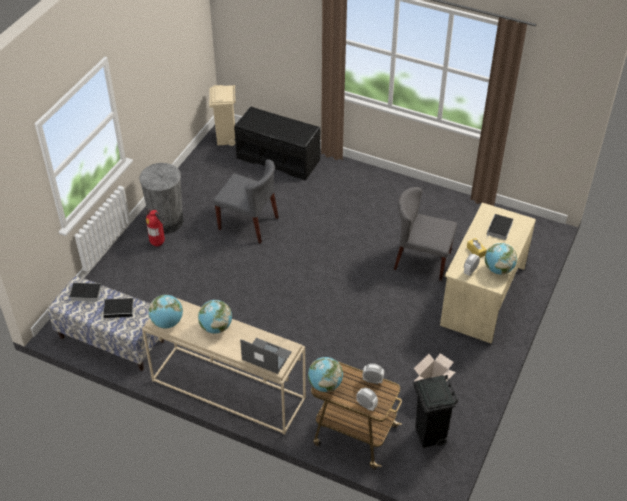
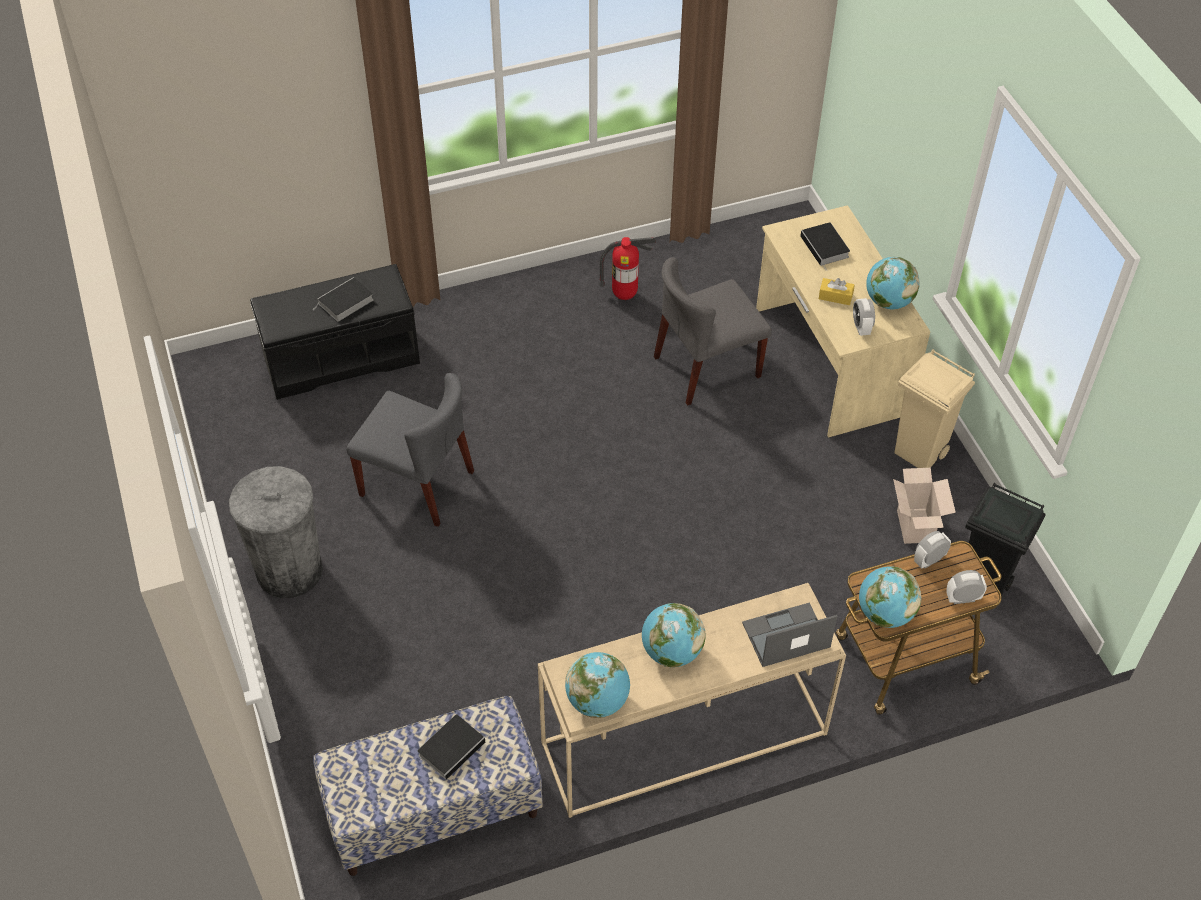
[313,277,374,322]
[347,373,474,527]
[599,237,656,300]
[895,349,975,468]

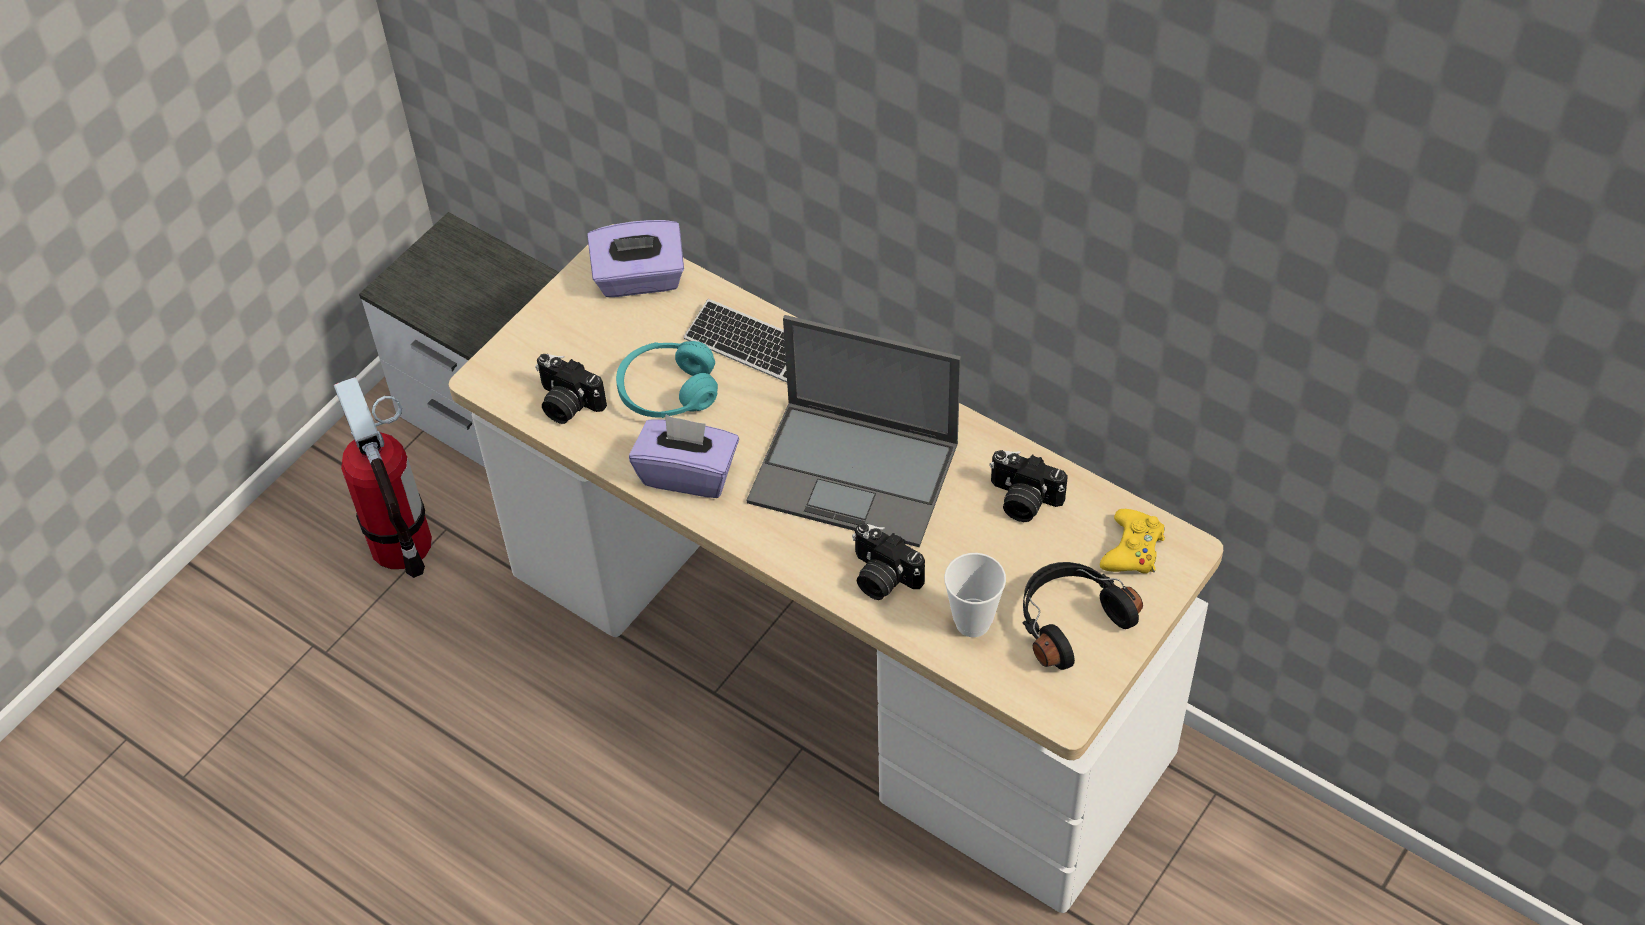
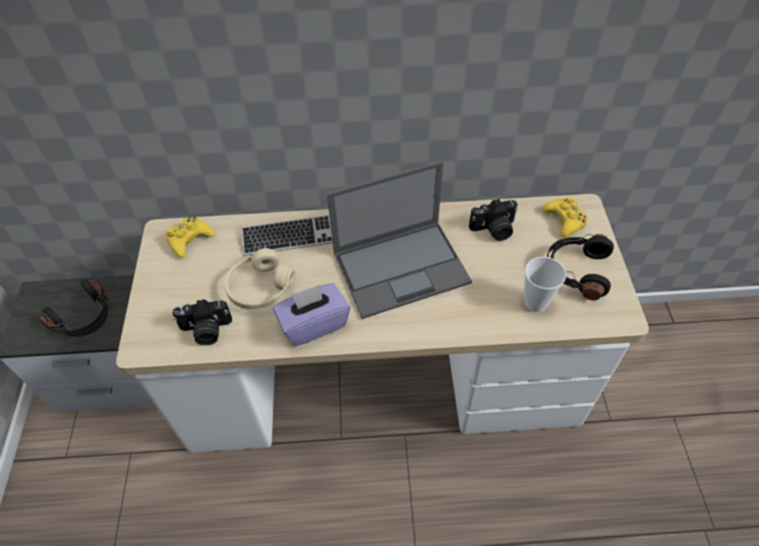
[39,280,108,337]
[166,217,215,258]
[224,248,295,309]
[334,377,432,578] (first image)
[852,523,925,600] (first image)

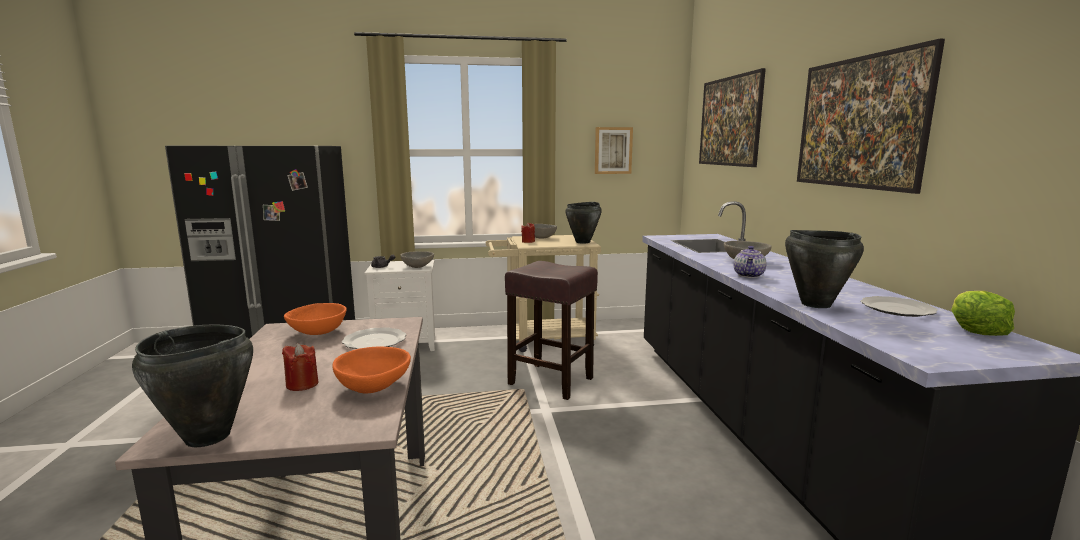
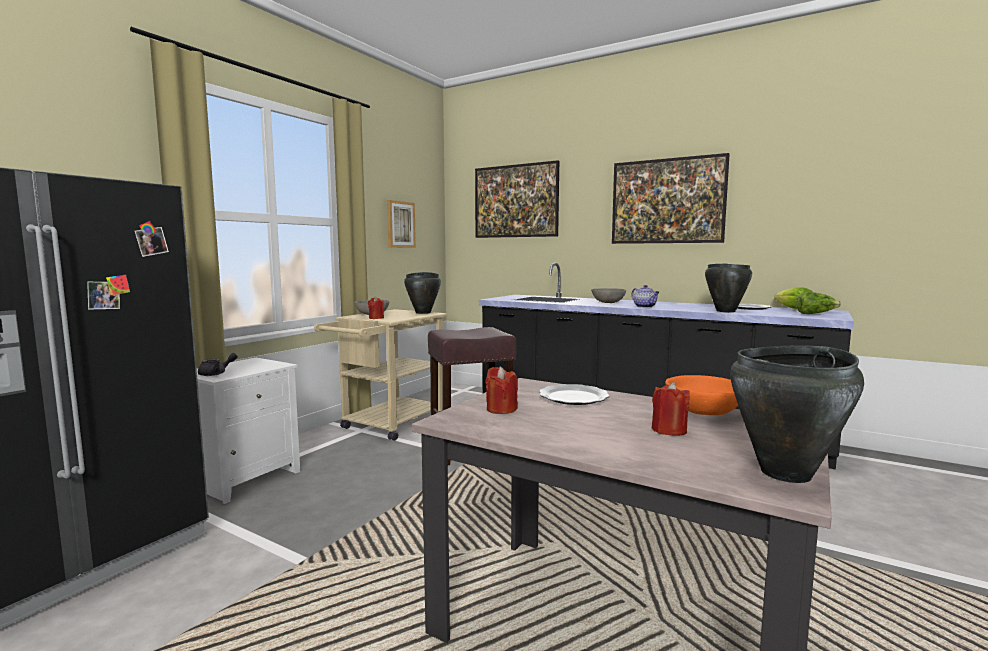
[485,367,518,414]
[796,292,841,314]
[400,251,434,268] (first image)

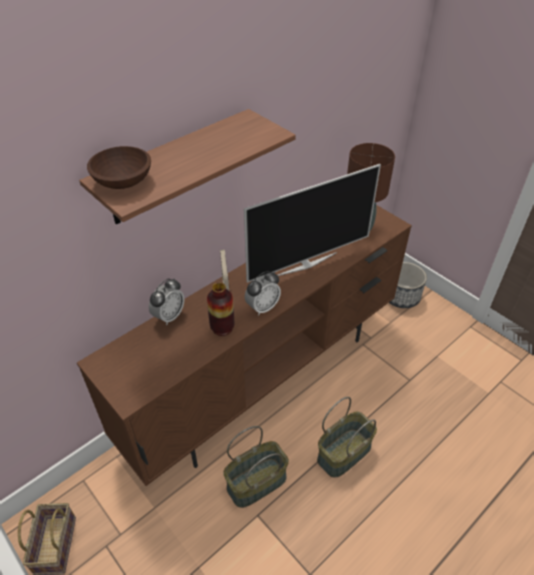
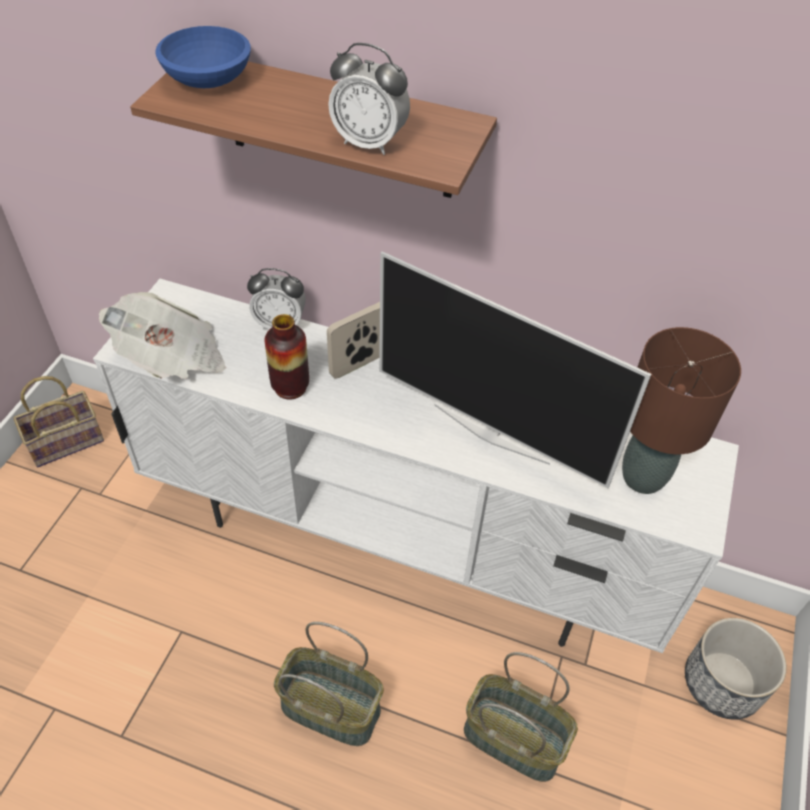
[93,279,739,653]
[99,292,226,379]
[155,26,251,88]
[328,43,410,155]
[464,652,578,782]

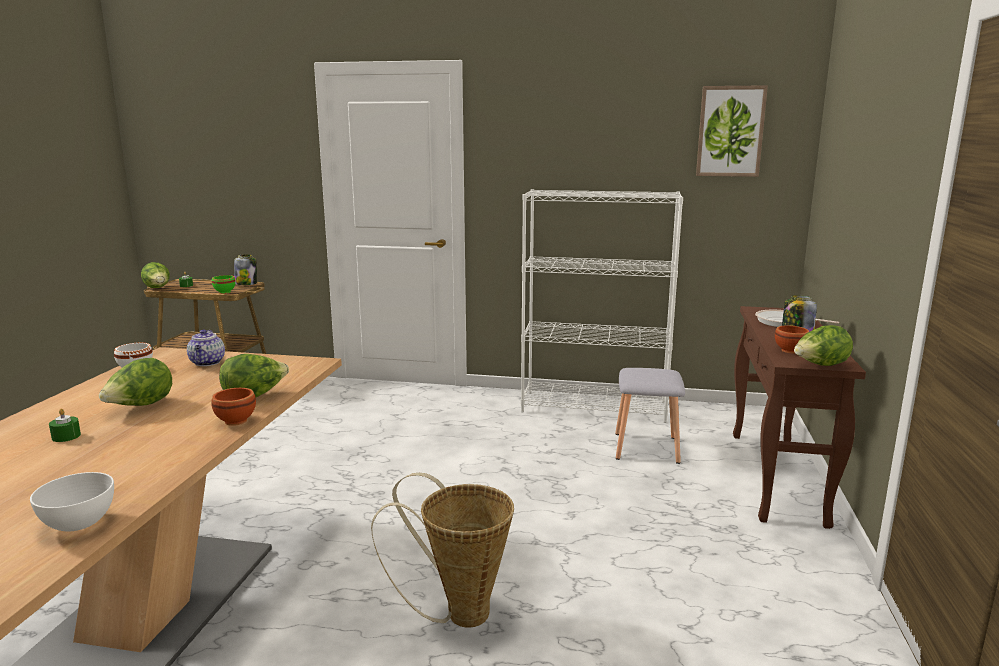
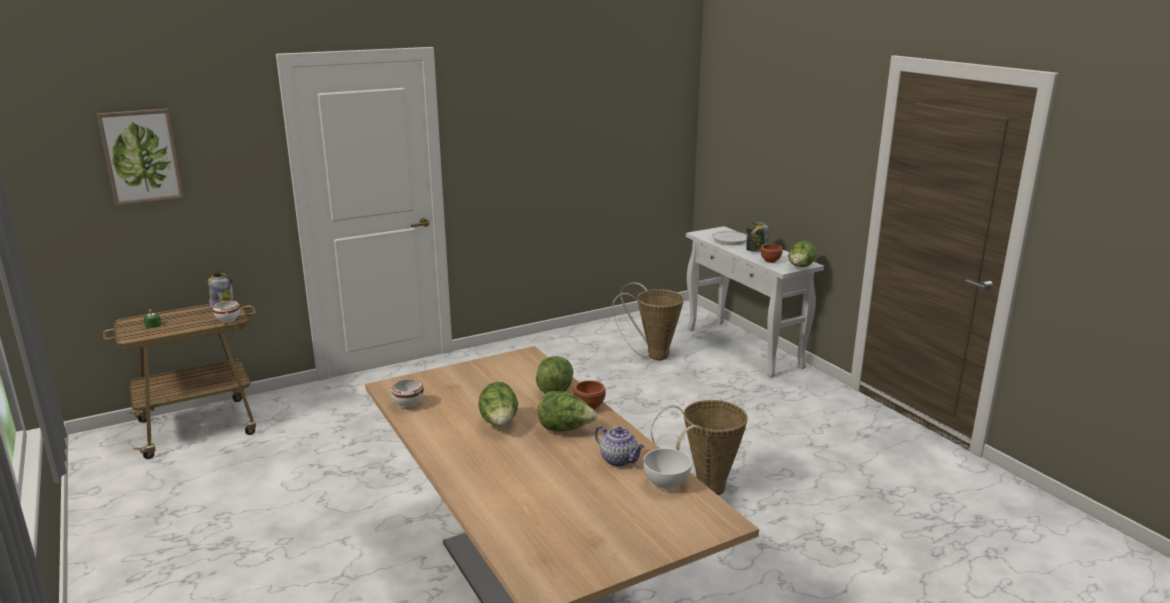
[97,109,184,205]
[213,301,240,323]
[538,391,597,432]
[595,425,645,467]
[612,282,684,360]
[686,226,824,378]
[49,409,81,442] (first image)
[521,189,683,423] (first image)

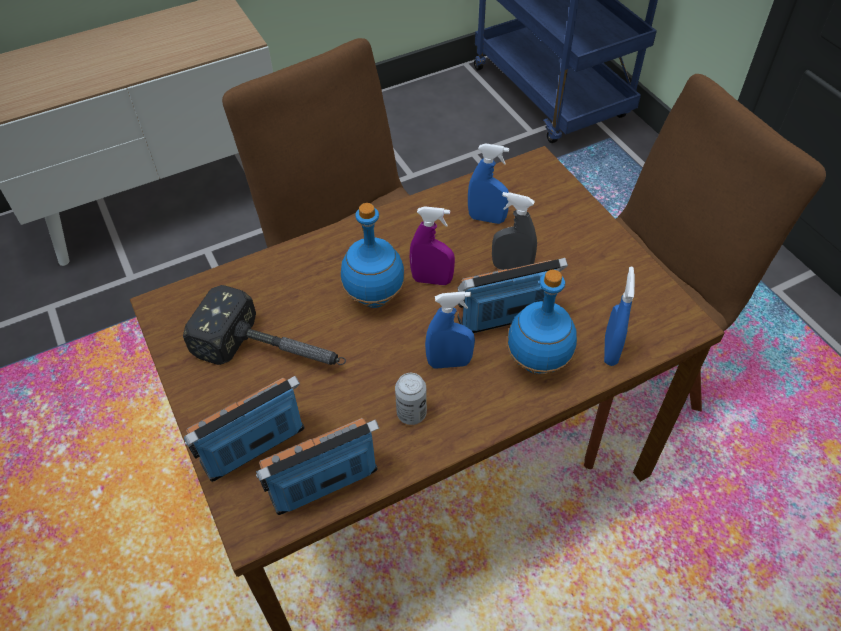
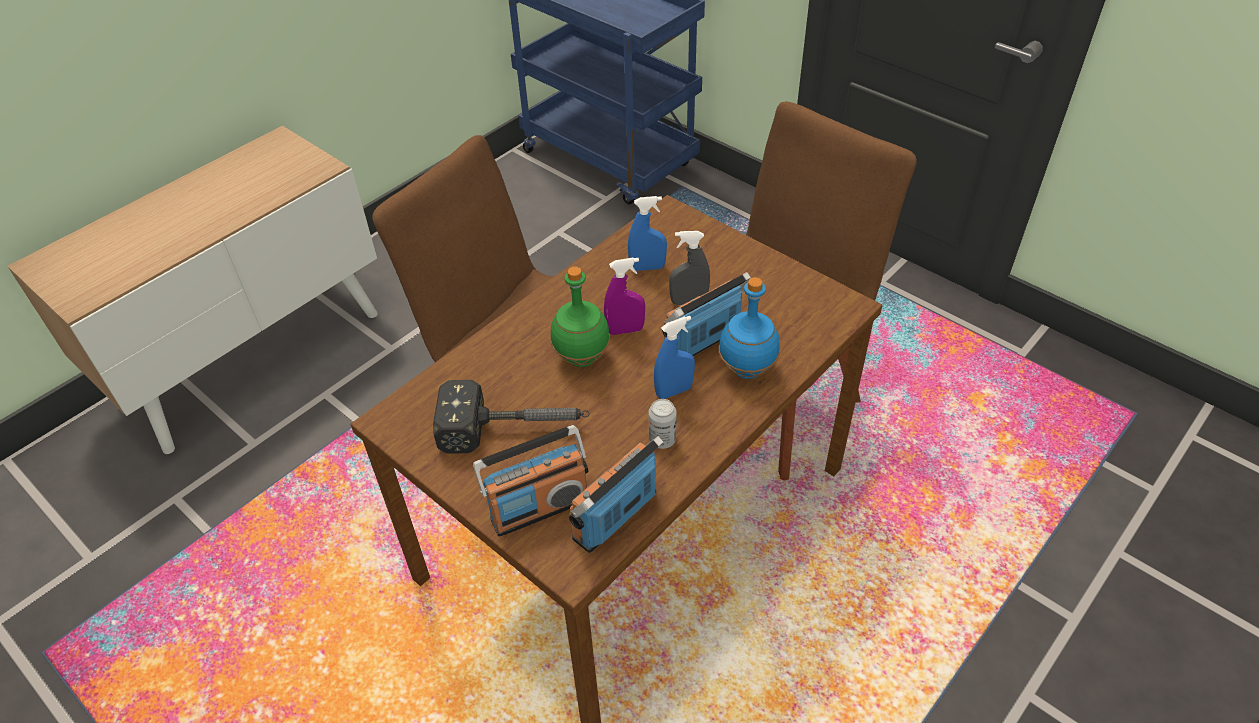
[473,425,588,537]
[551,267,610,367]
[604,267,635,366] (first image)

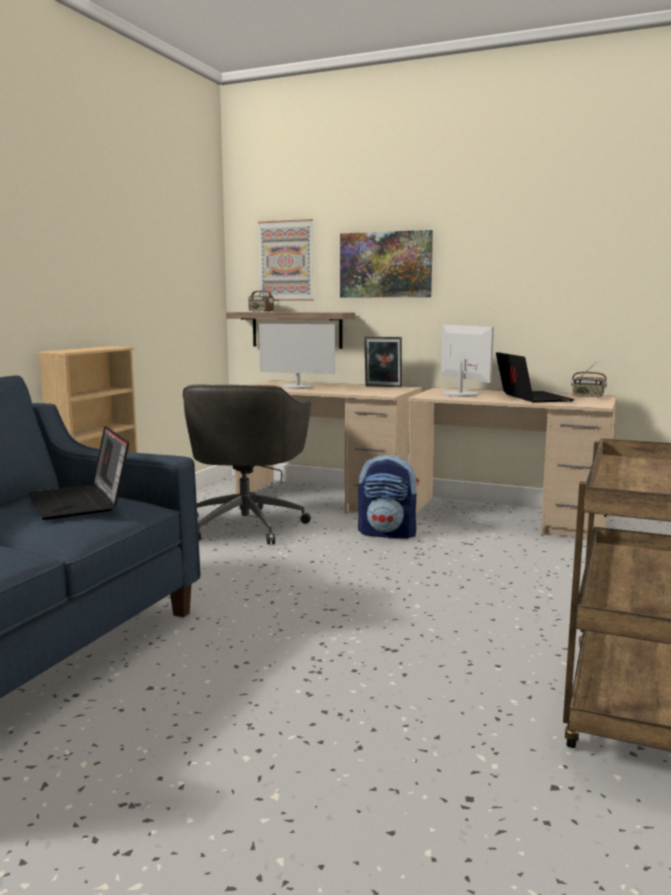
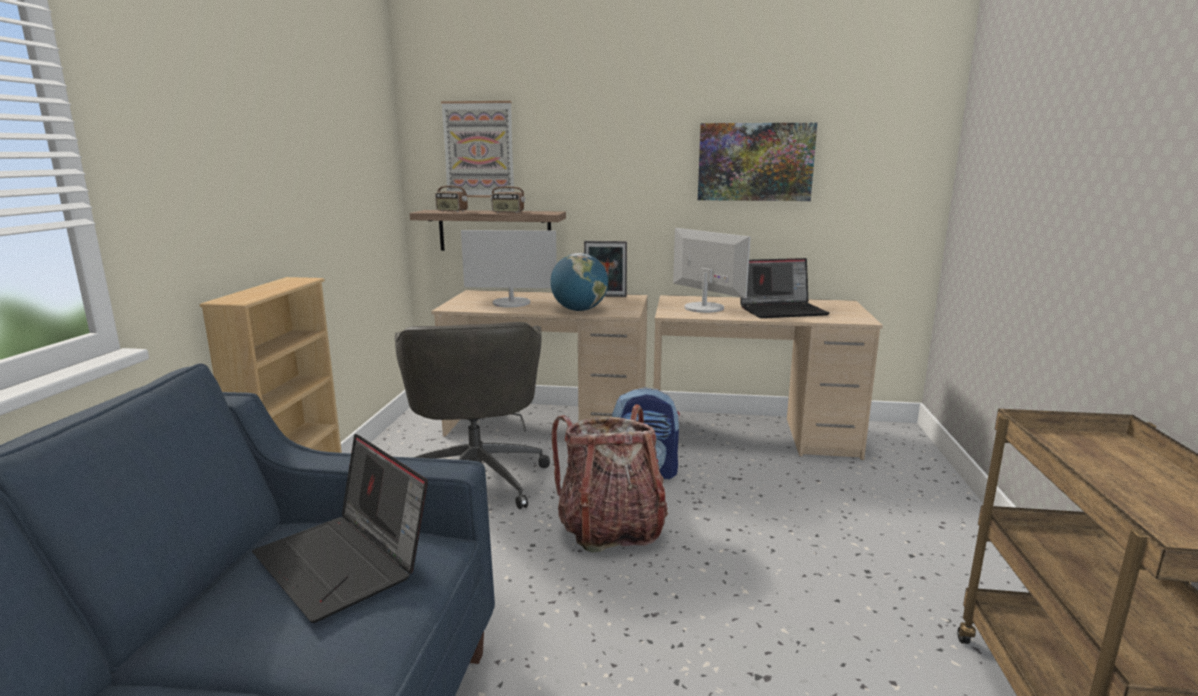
[491,176,525,213]
[550,253,608,311]
[552,404,668,553]
[698,123,817,201]
[740,258,830,318]

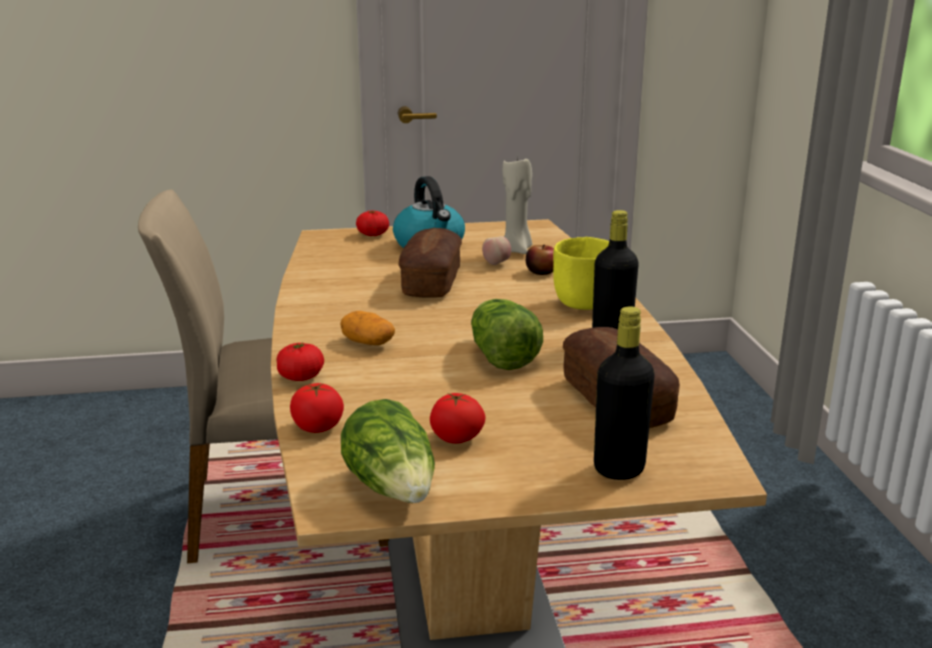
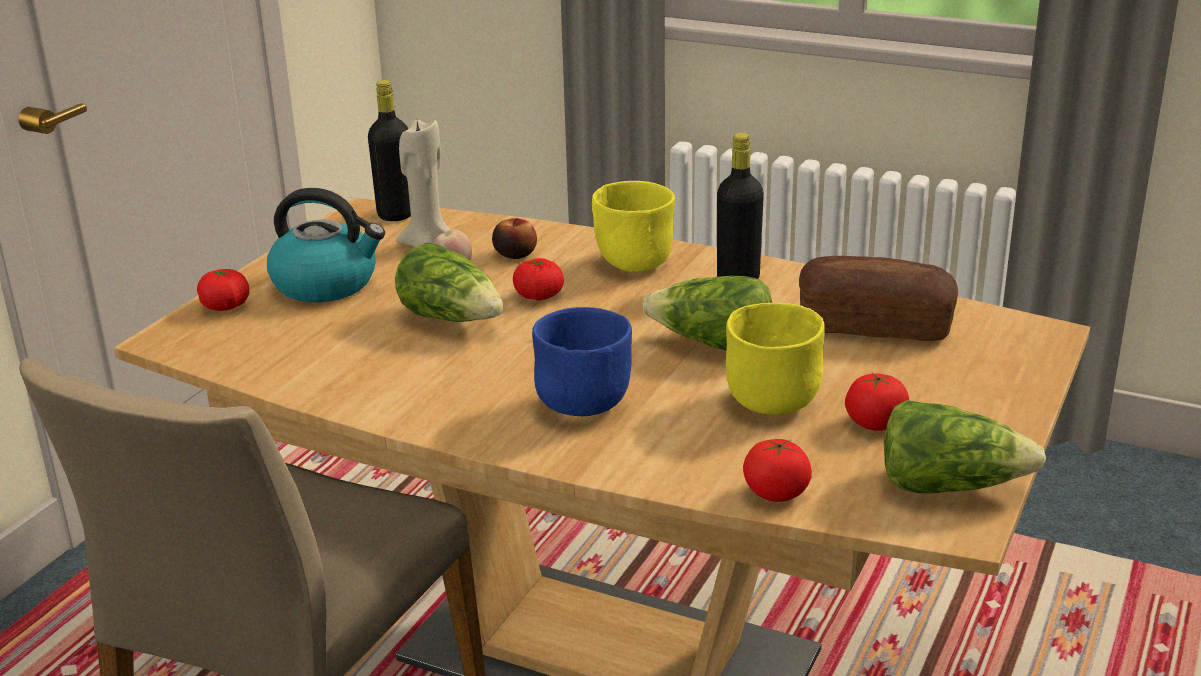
[368,80,411,221]
[395,242,503,322]
[513,258,564,301]
[532,307,632,416]
[726,303,825,415]

